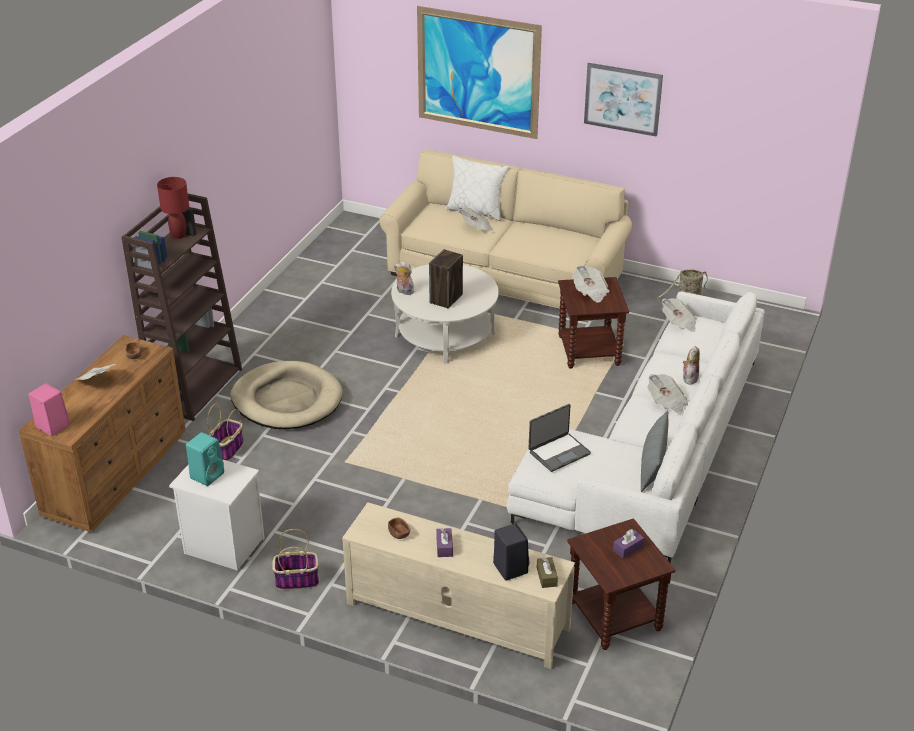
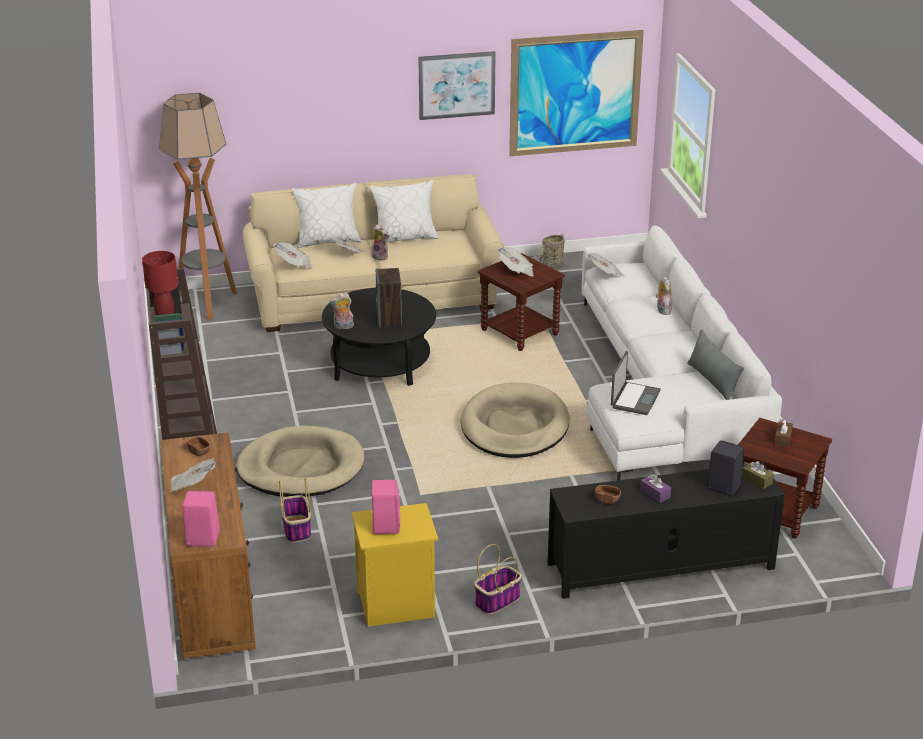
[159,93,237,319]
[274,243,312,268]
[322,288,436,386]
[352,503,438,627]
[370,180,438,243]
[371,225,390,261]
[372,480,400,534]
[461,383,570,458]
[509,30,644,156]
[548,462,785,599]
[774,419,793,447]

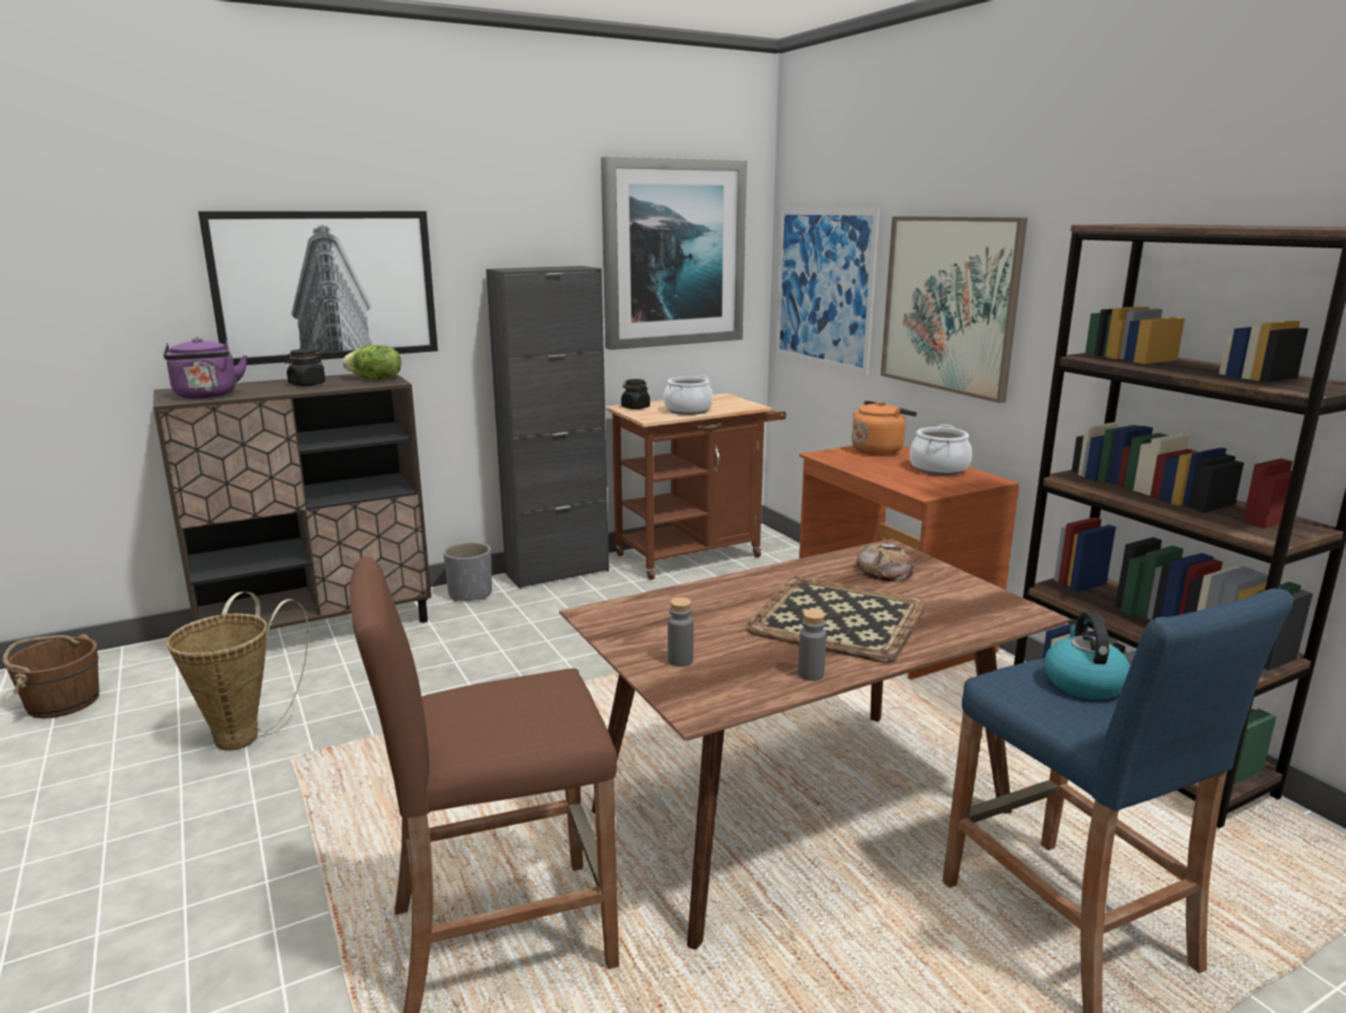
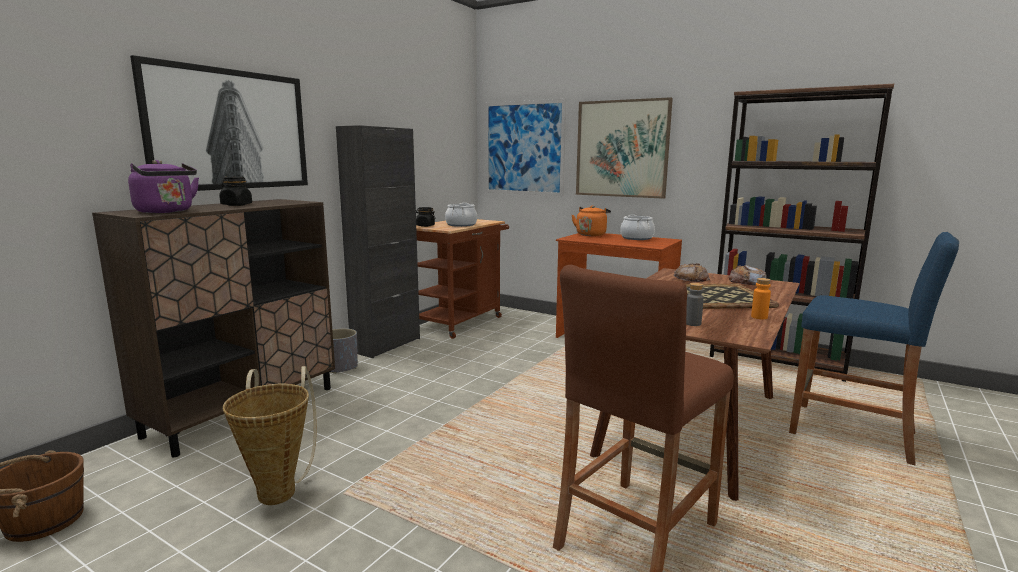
[729,265,767,285]
[751,278,771,319]
[342,345,401,379] (first image)
[601,157,747,350] (first image)
[1044,612,1130,699] (first image)

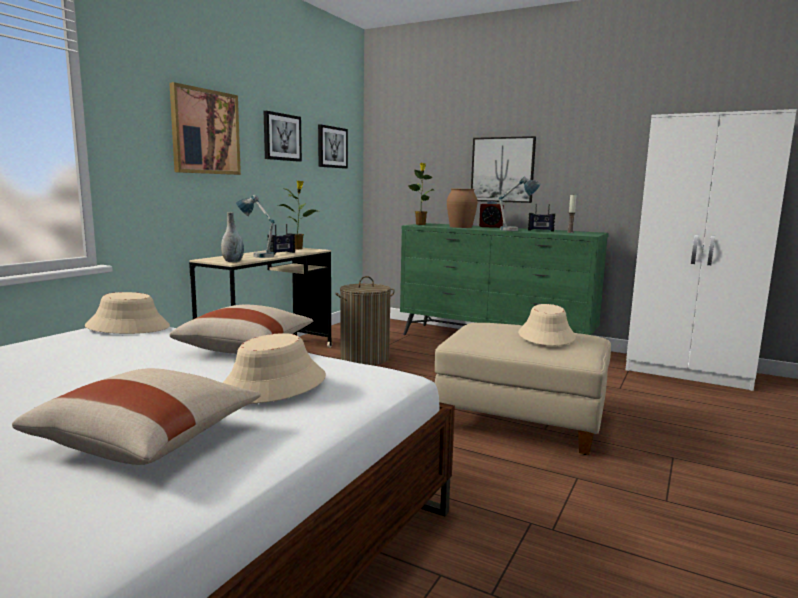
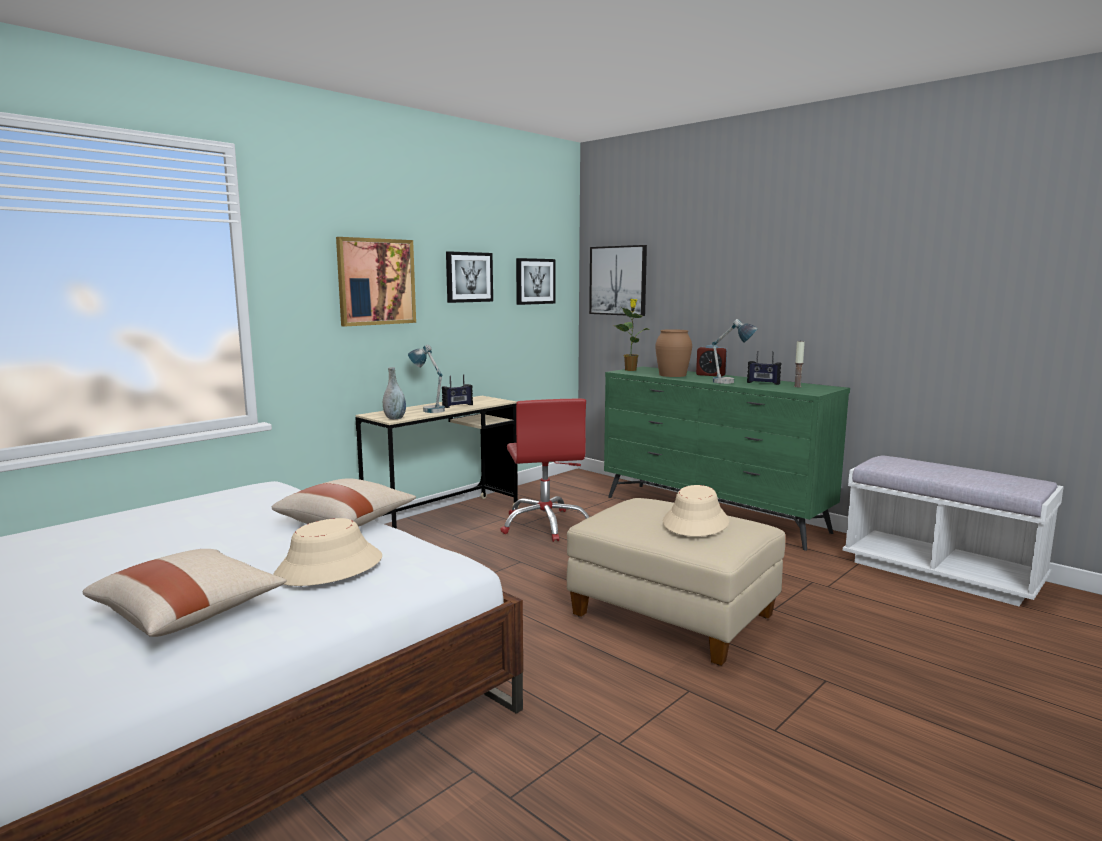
[500,399,589,542]
[589,245,647,316]
[843,455,1064,606]
[85,292,170,334] (first image)
[278,180,317,249] (first image)

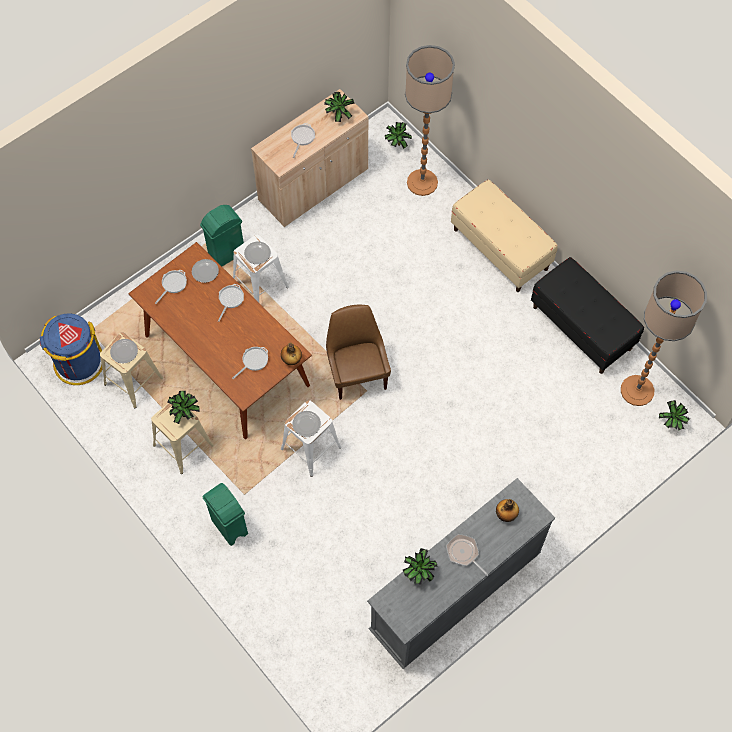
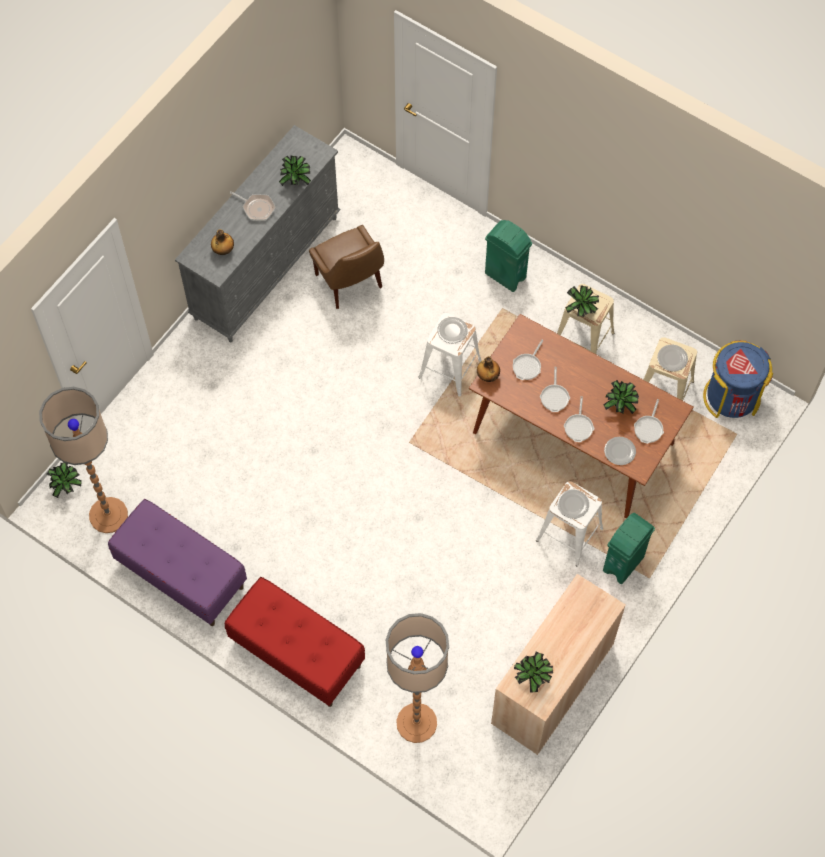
[108,499,247,626]
[225,577,365,707]
[309,225,384,309]
[540,367,570,412]
[603,380,639,414]

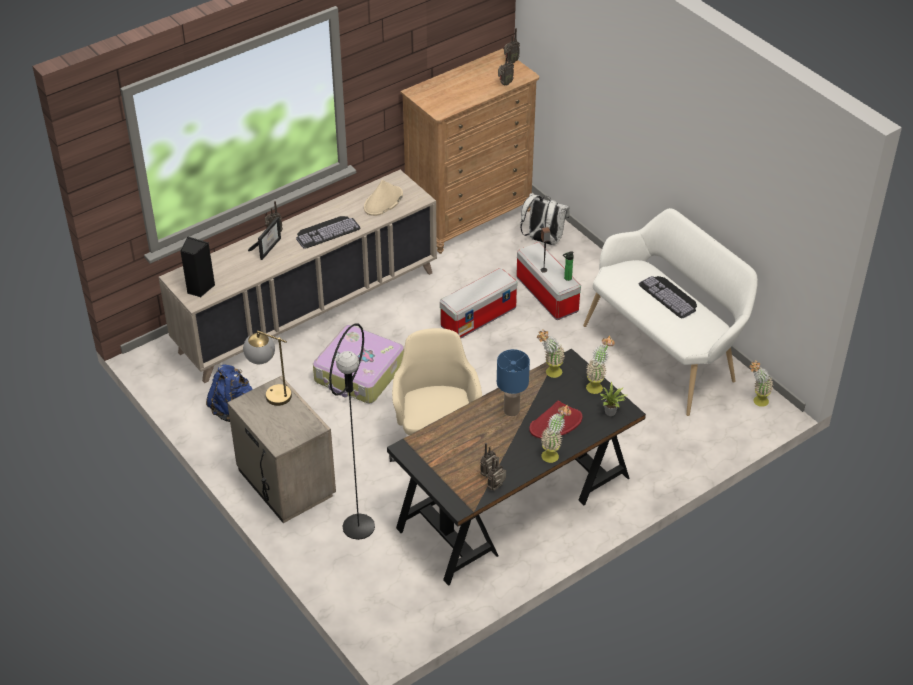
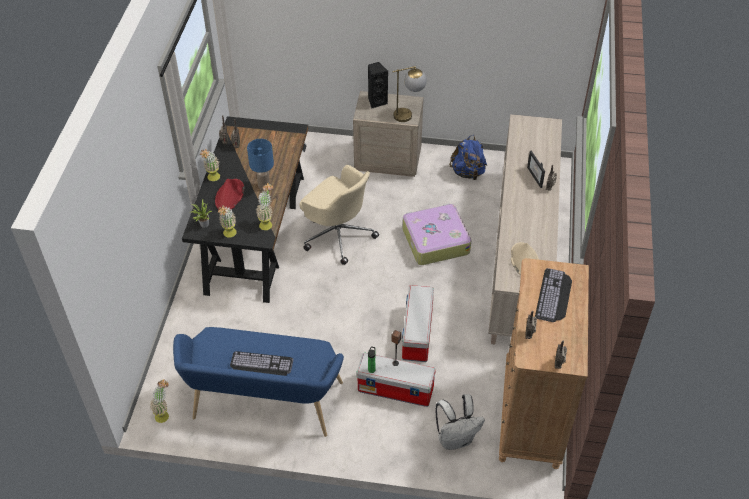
[173,327,344,437]
[368,62,388,109]
[535,268,572,322]
[329,323,375,540] (first image)

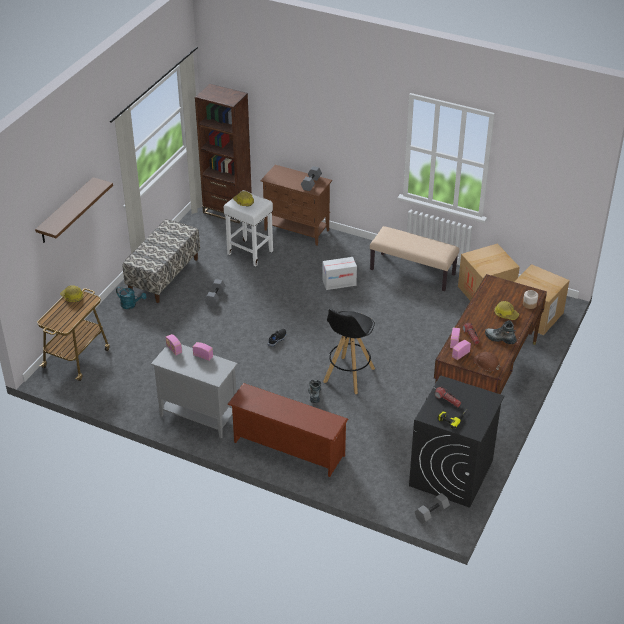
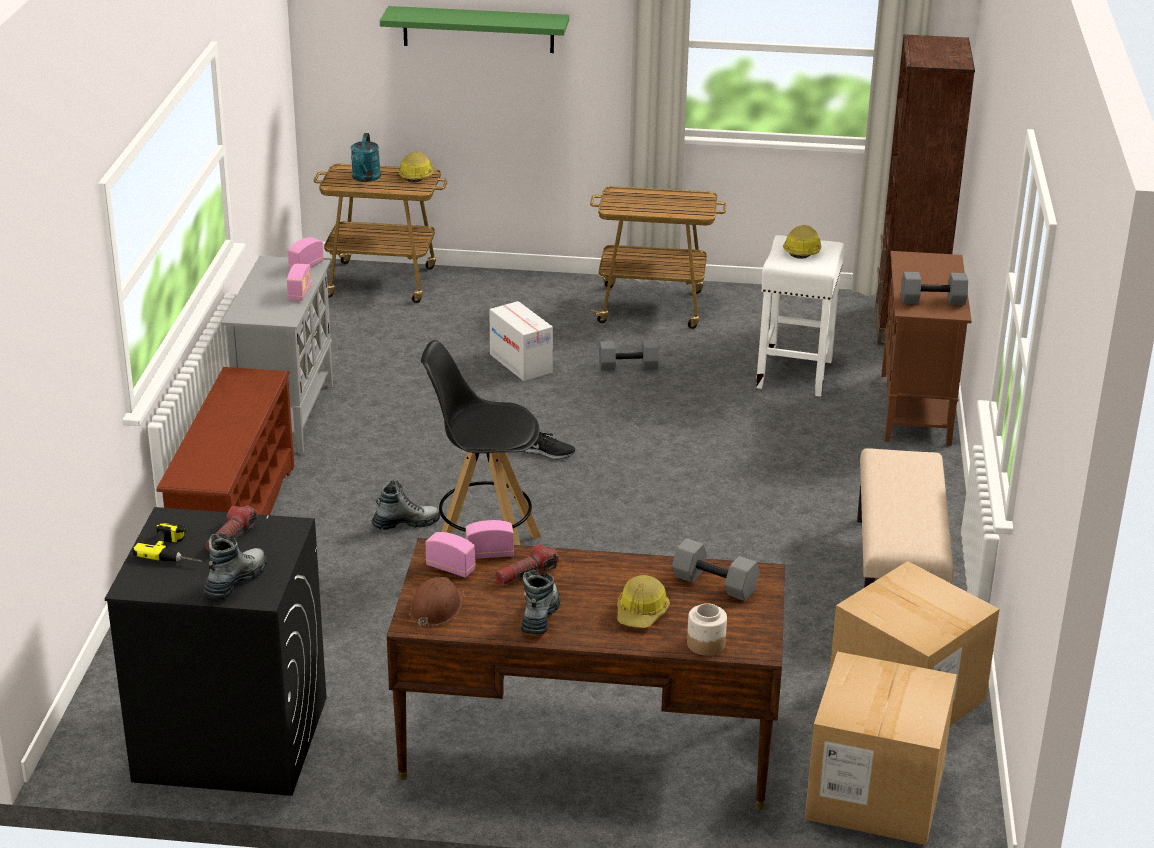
[203,533,267,599]
[351,133,381,182]
[380,6,569,53]
[489,301,553,381]
[590,186,726,329]
[672,538,760,601]

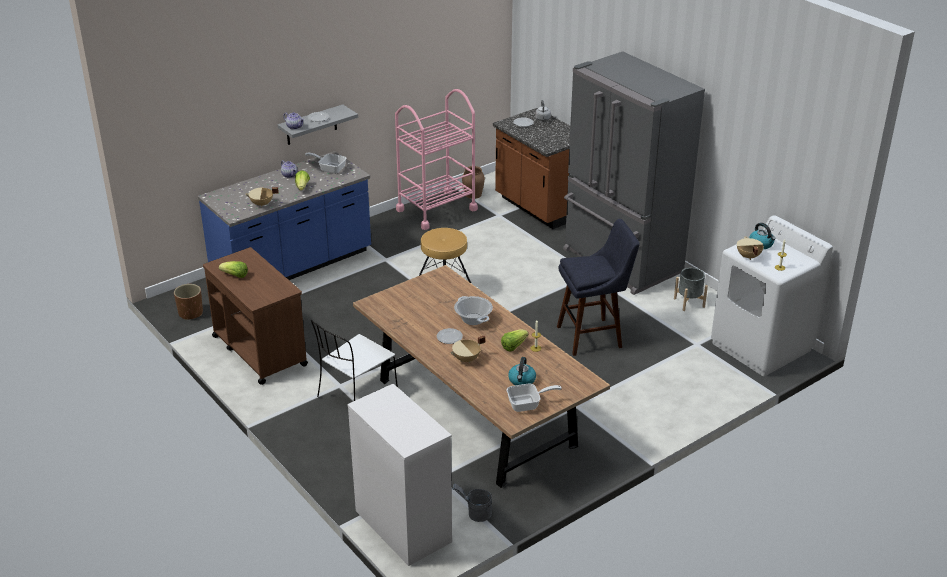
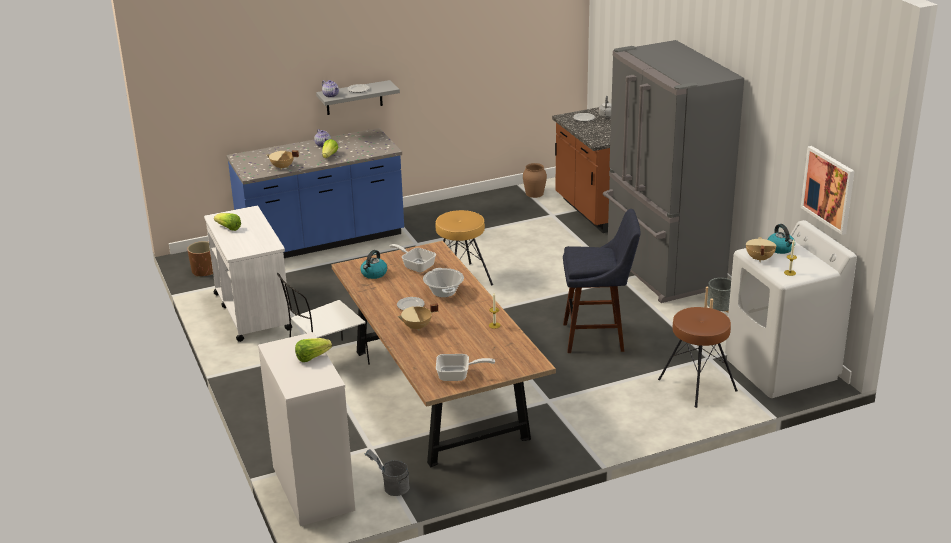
[204,206,293,342]
[295,338,332,362]
[360,250,387,279]
[390,244,436,272]
[658,307,738,408]
[801,146,855,235]
[395,89,478,230] (first image)

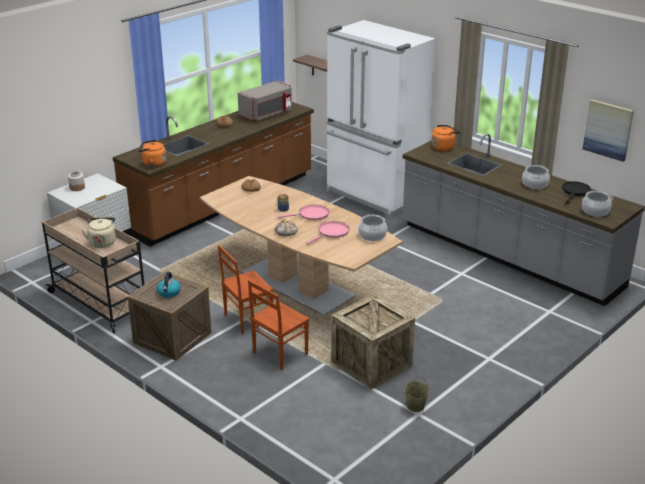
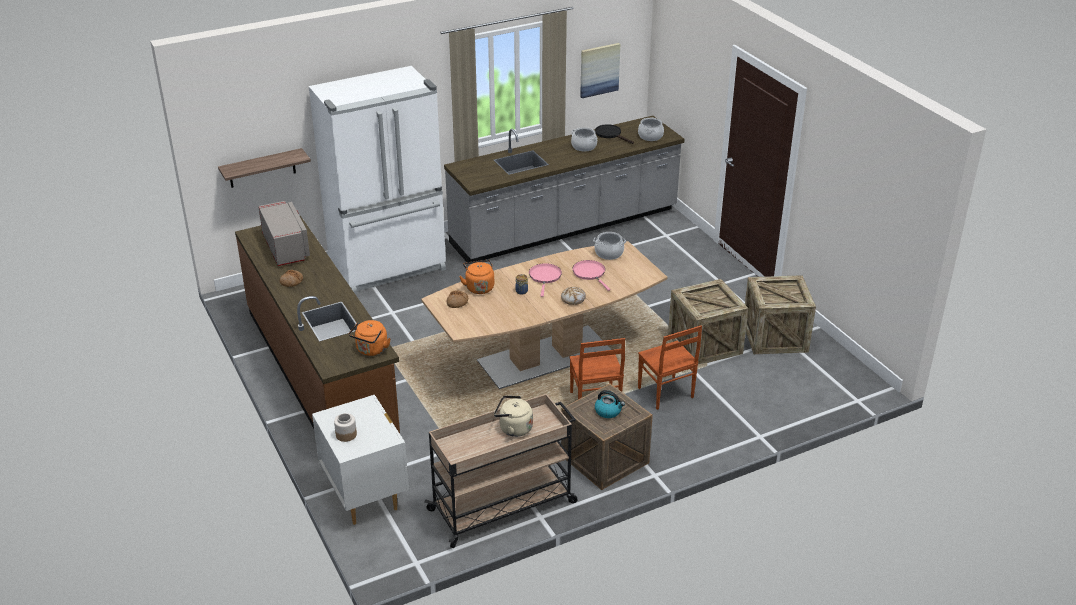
[459,260,494,294]
[745,275,816,354]

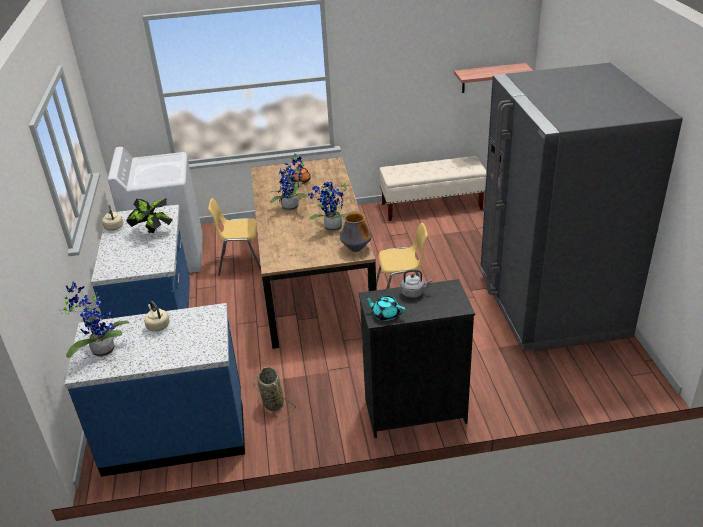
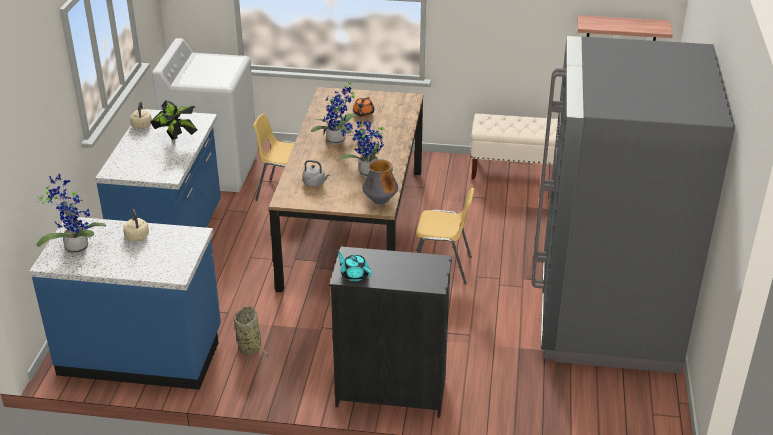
[302,160,330,187]

